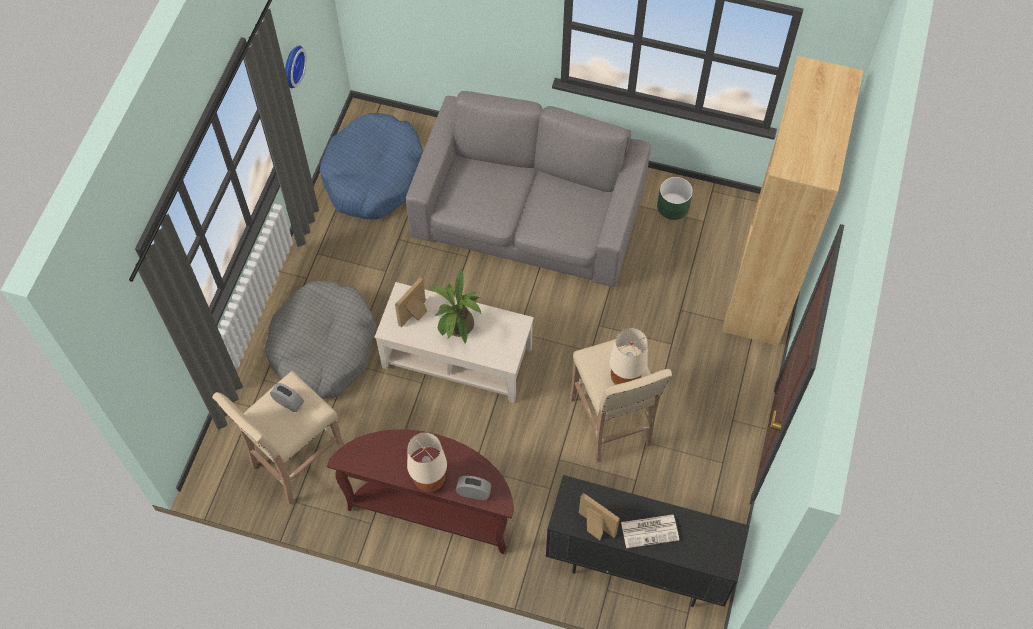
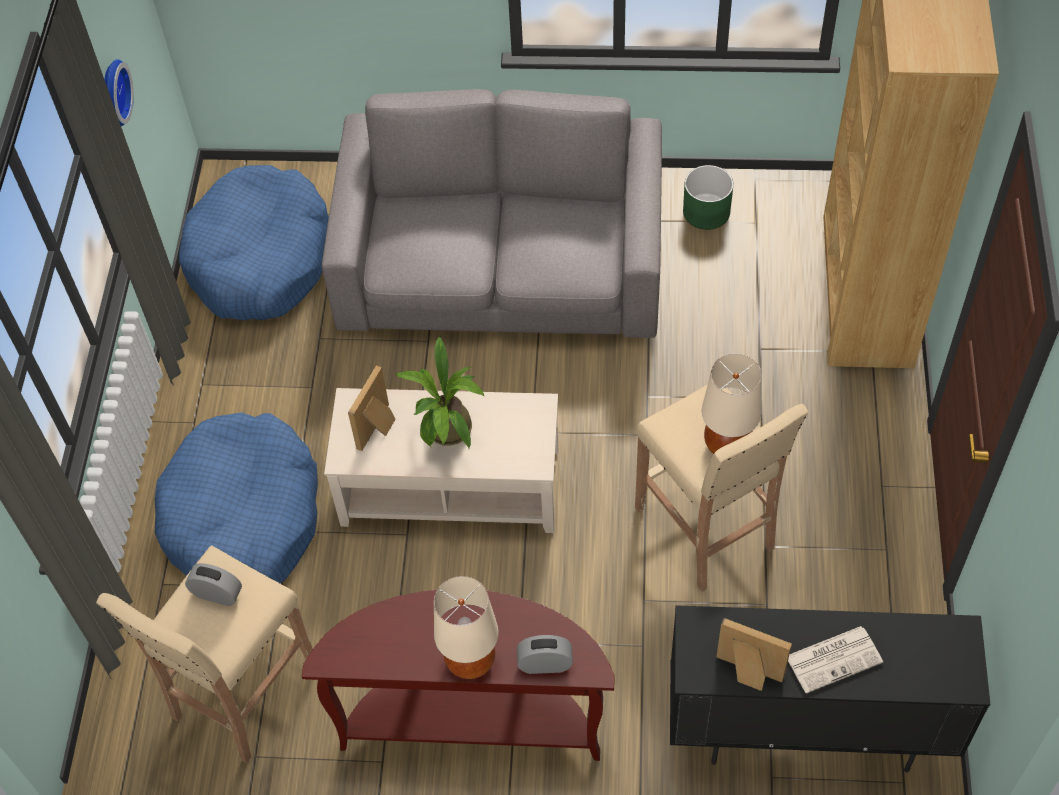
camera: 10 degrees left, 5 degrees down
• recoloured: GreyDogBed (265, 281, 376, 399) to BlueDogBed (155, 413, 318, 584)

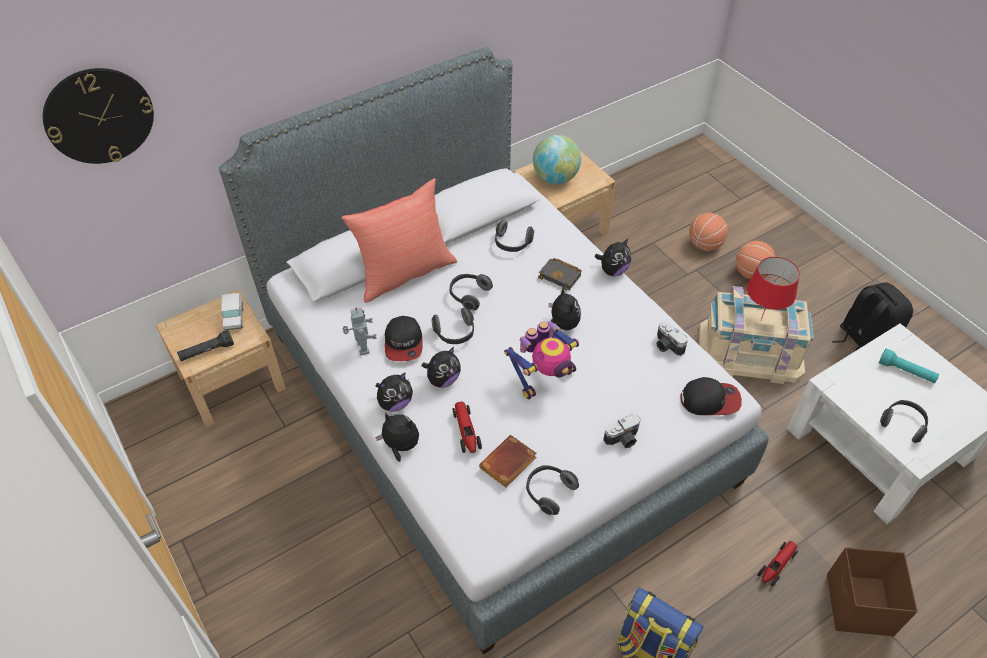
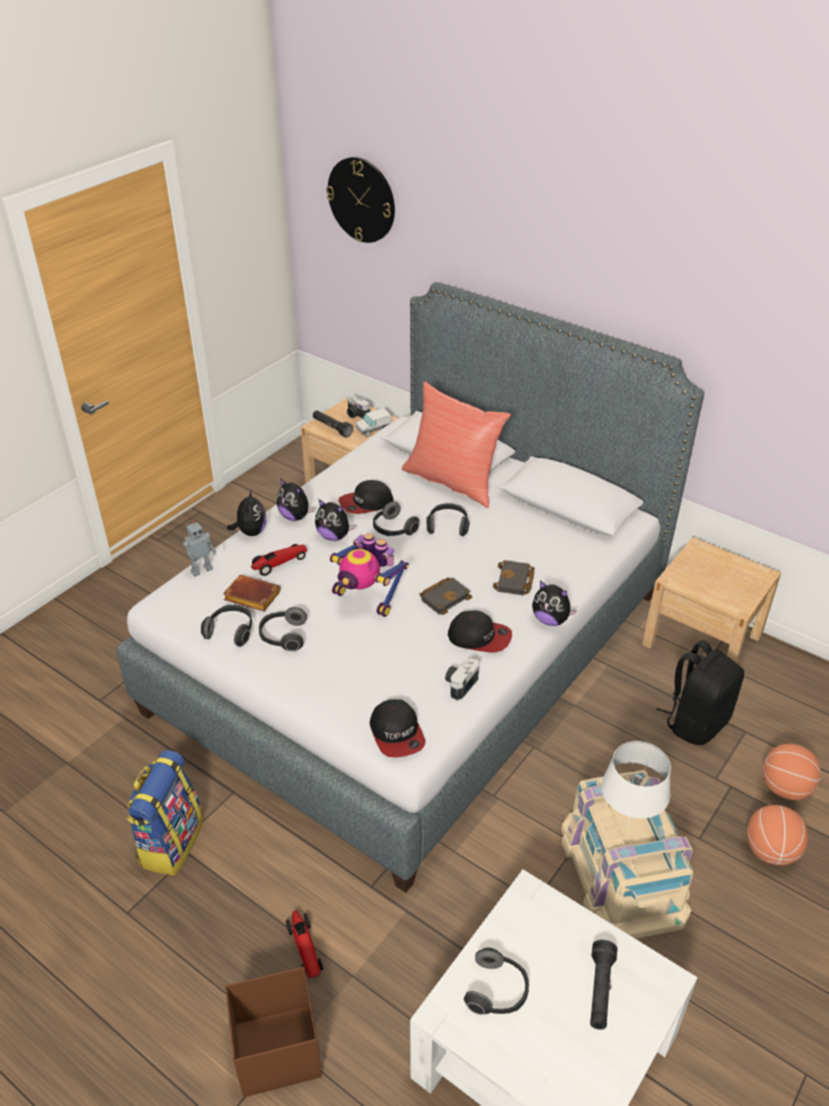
camera: 70 degrees right, 10 degrees down
• removed: Globe (533, 135, 581, 184)
• moved: Headphones (495, 220, 534, 252) to (259, 607, 307, 651)
• recoloured: RedTableLamp (747, 257, 800, 320) to WhiteTableLamp (601, 741, 671, 827)
• moved: BlackBackpack (832, 282, 913, 352) to (656, 640, 744, 745)
• replaced: PlushToy (549, 287, 581, 330) to BlackBook (419, 578, 472, 615)
• moved: ToyRobot (343, 307, 377, 355) to (183, 520, 217, 577)
• recoloured: TurquoiseFlashlight (879, 348, 939, 383) to BlackFlashlight (590, 940, 617, 1030)
• moved: PhotoCamera (603, 414, 641, 448) to (347, 396, 370, 419)
• turned: ToyCar (758, 541, 798, 586) = (286, 910, 323, 978) 45 degrees clockwise
• added: Cap (448, 610, 512, 653)

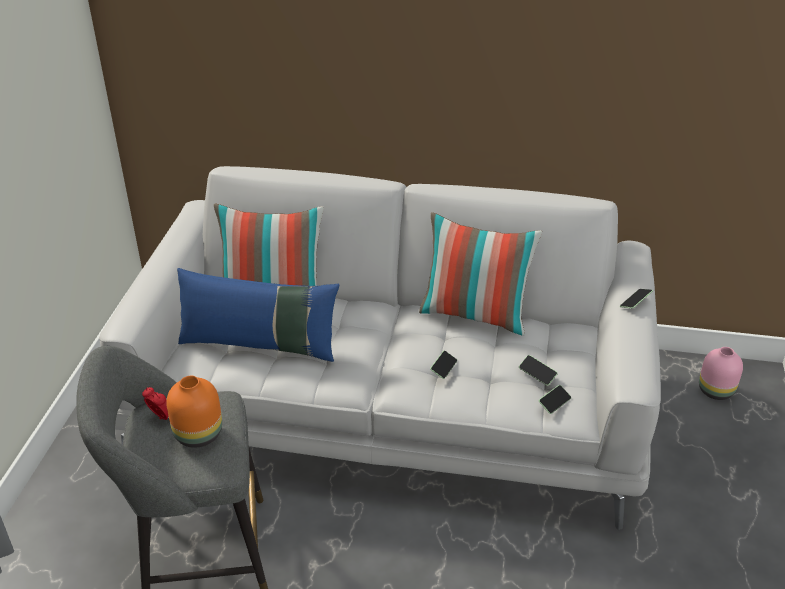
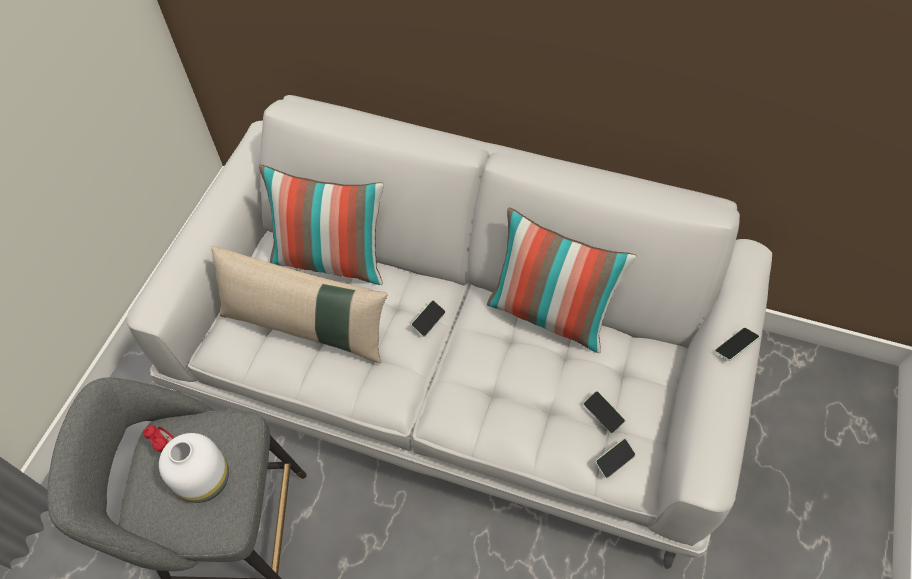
camera: 10 degrees right, 20 degrees up
• recoloured: BluePillow (177, 268, 339, 362) to BeigePillow (211, 246, 387, 363)
• removed: PinkVase (699, 347, 743, 400)
• moved: Phone (430, 351, 457, 379) to (411, 300, 445, 337)
• recoloured: OrangeVase (166, 376, 222, 448) to WhiteVase (159, 433, 229, 503)

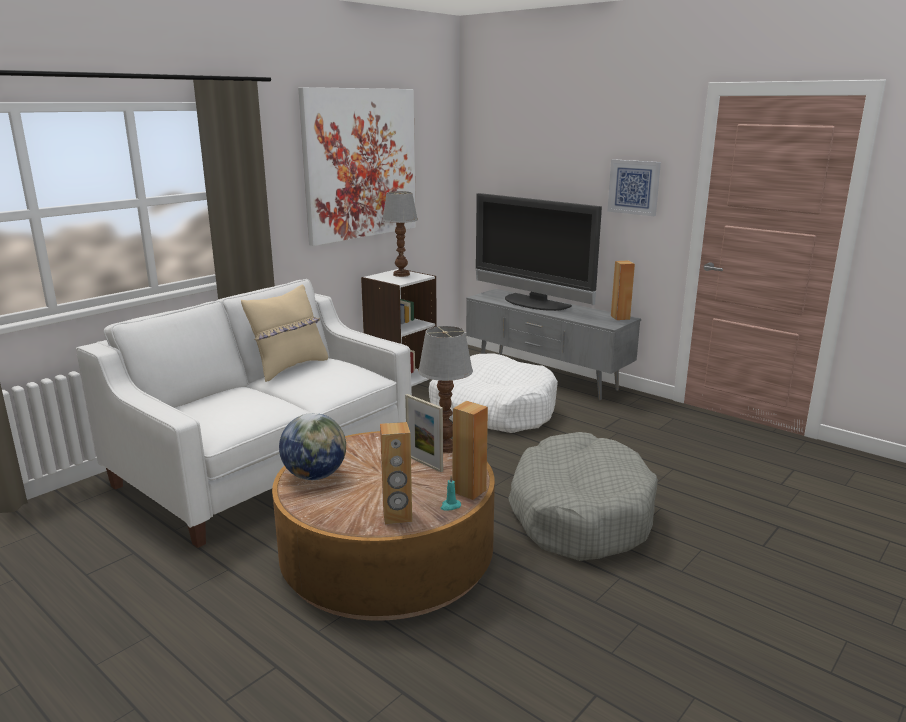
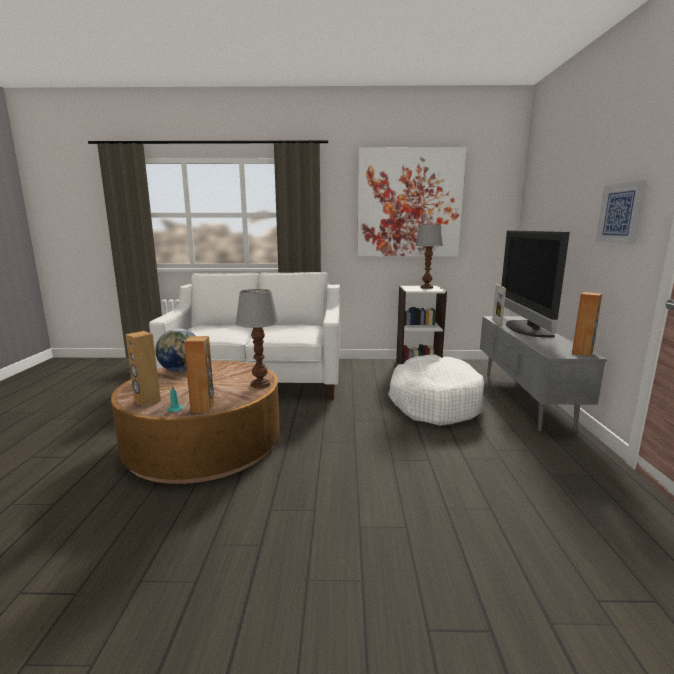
camera: 50 degrees right, 5 degrees down
• removed: BeigePillow (241, 285, 328, 382)
• moved: PictureFrame (405, 394, 443, 472) to (493, 285, 506, 326)
• removed: GreyDogBed (508, 432, 658, 561)

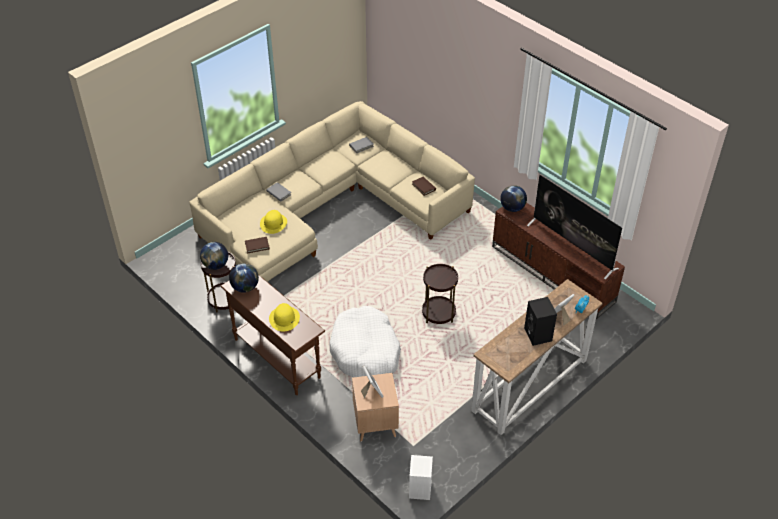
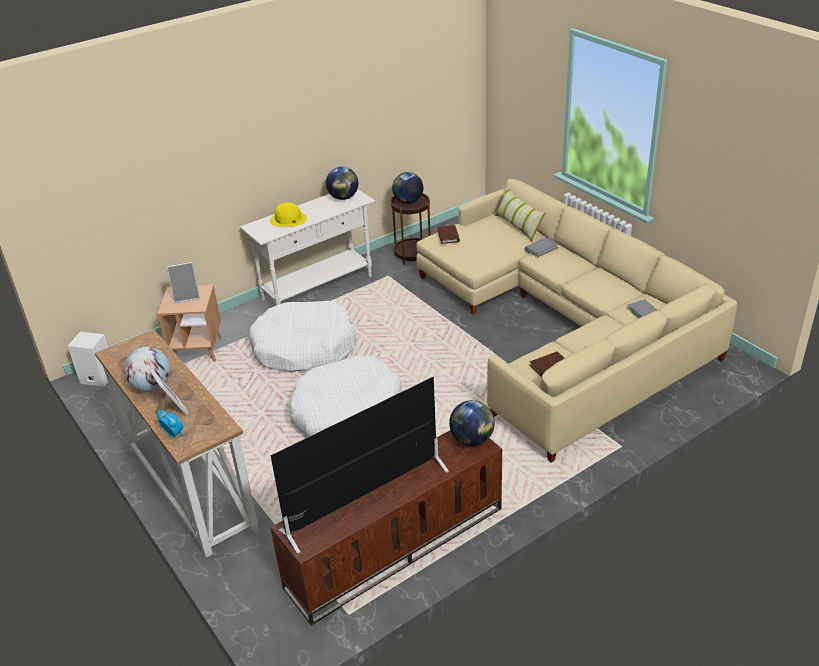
camera: 100 degrees right, 10 degrees down
• removed: YellowHat (260, 210, 287, 234)
• replaced: BrownSideTable (422, 264, 458, 324) to WhiteDogBed (290, 355, 402, 437)
• recoloured: BrownConsoleTable (220, 274, 325, 395) to WhiteConsoleTable (240, 189, 375, 306)
• replaced: BlackSpeaker (524, 297, 557, 346) to Globe (124, 347, 170, 392)
• added: Pillow (494, 187, 546, 242)

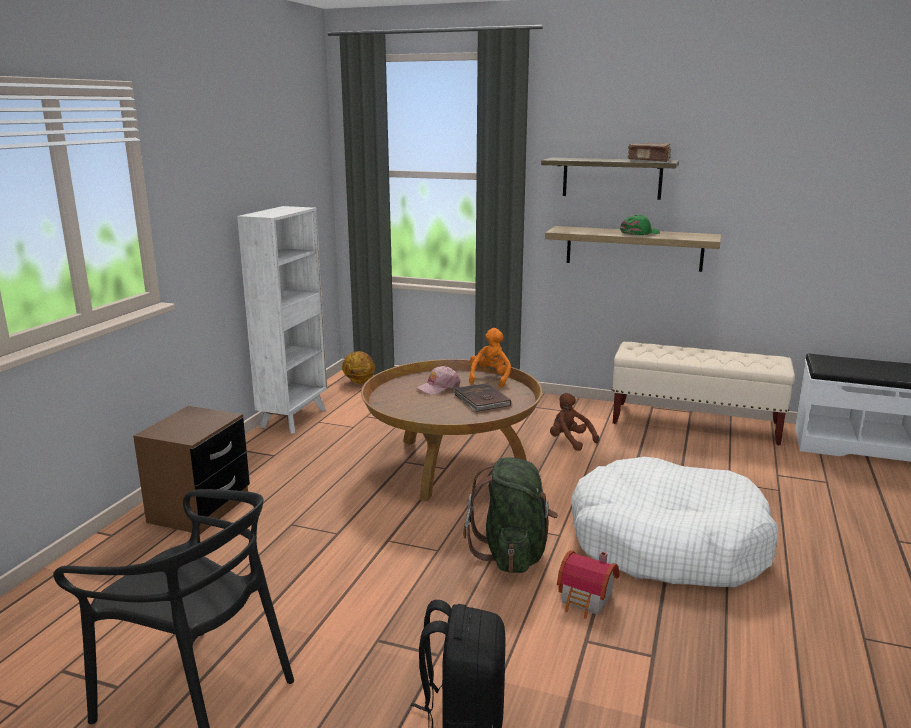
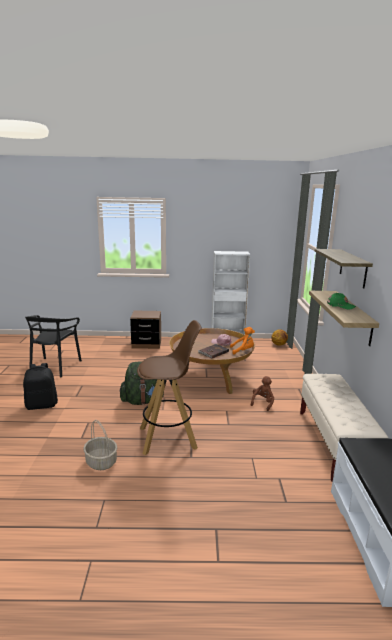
camera: 70 degrees right, 0 degrees up
• removed: BrownBook (628, 143, 671, 162)
• replaced: WhiteDogBed (571, 457, 778, 587) to BrownStool (137, 320, 202, 455)
• removed: ToyHouse (557, 550, 619, 619)
• added: Basket (83, 420, 117, 470)

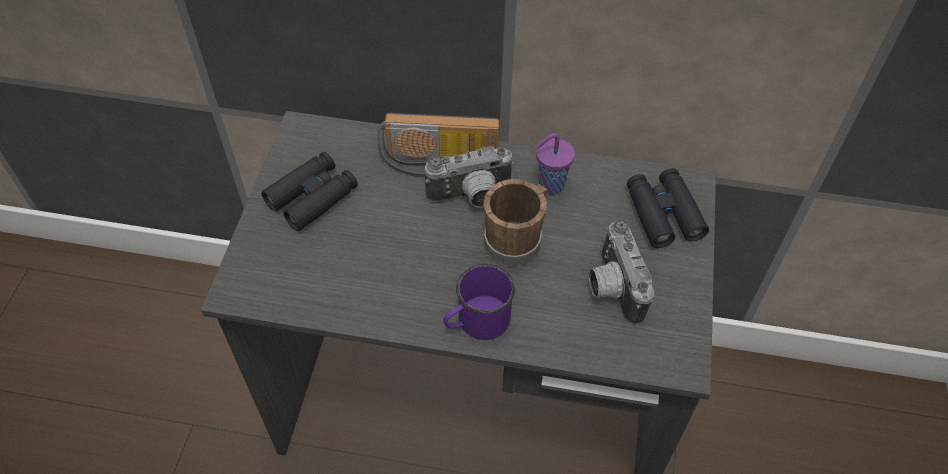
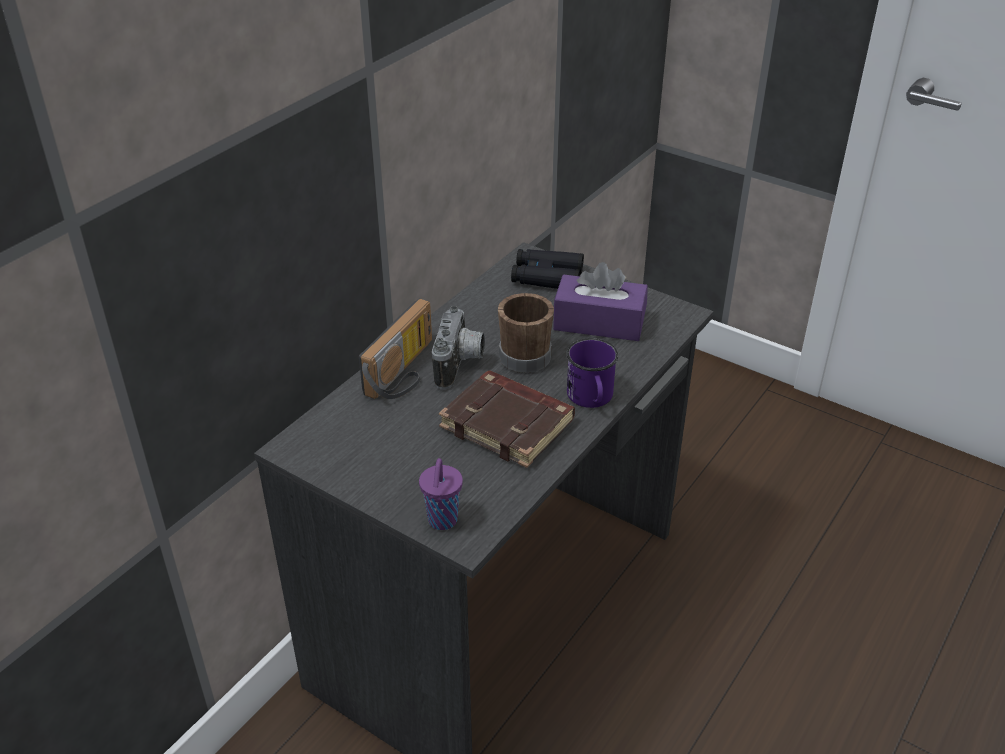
camera: 65 degrees left, 15 degrees down
• moved: PurpleCup (534, 133, 575, 195) to (419, 458, 463, 530)
• removed: BlackBinoculars (261, 152, 358, 231)
• replaced: PhotoCamera (589, 219, 654, 325) to PurpleTissueBox (553, 262, 648, 341)
• added: BrownBook (439, 371, 575, 468)

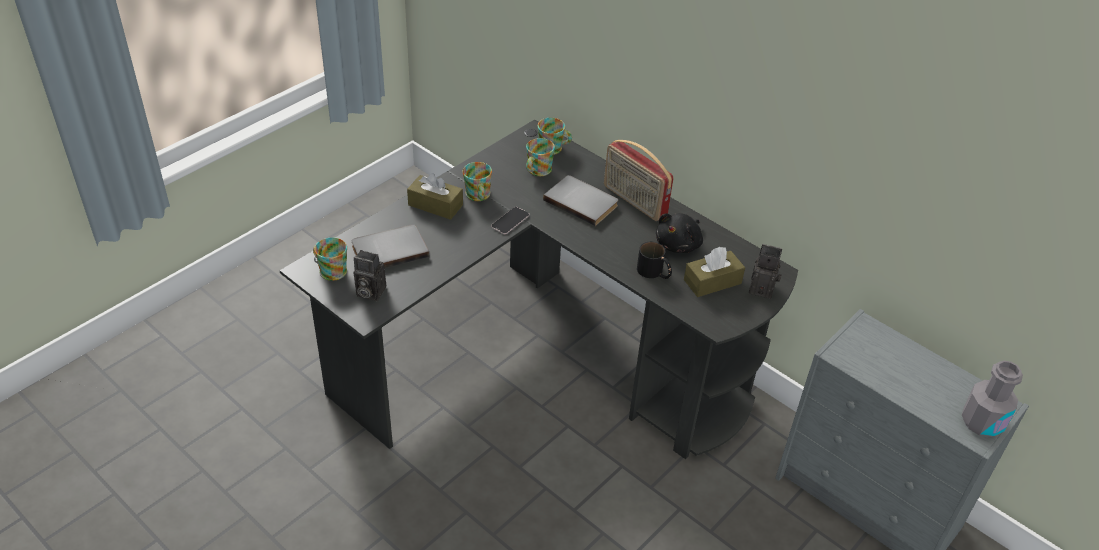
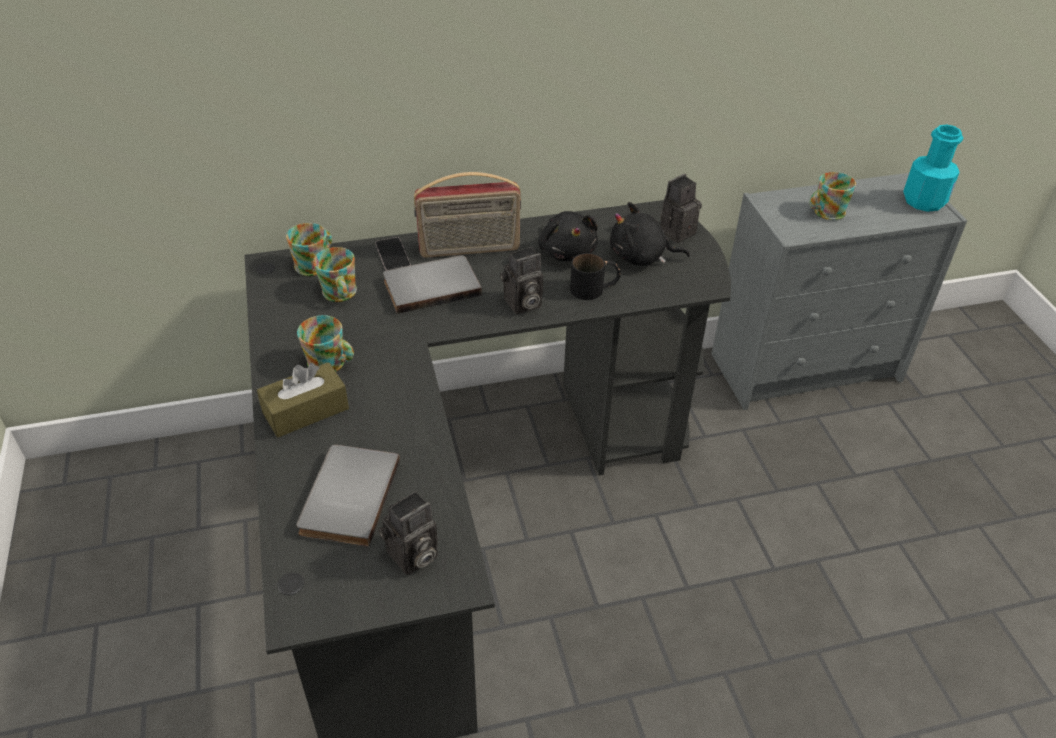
camera: 55 degrees left, 0 degrees up
• moved: Phone (491, 207, 529, 234) to (376, 237, 411, 270)
• moved: Mug (313, 238, 347, 281) to (809, 172, 856, 220)
• replaced: BrownTissueBox (684, 247, 745, 297) to BlackPlushToy (610, 202, 690, 266)
• recoloured: GreyBottle (962, 361, 1023, 437) to TurquoiseBottle (903, 124, 963, 212)
• added: PhotoCamera (500, 247, 543, 314)

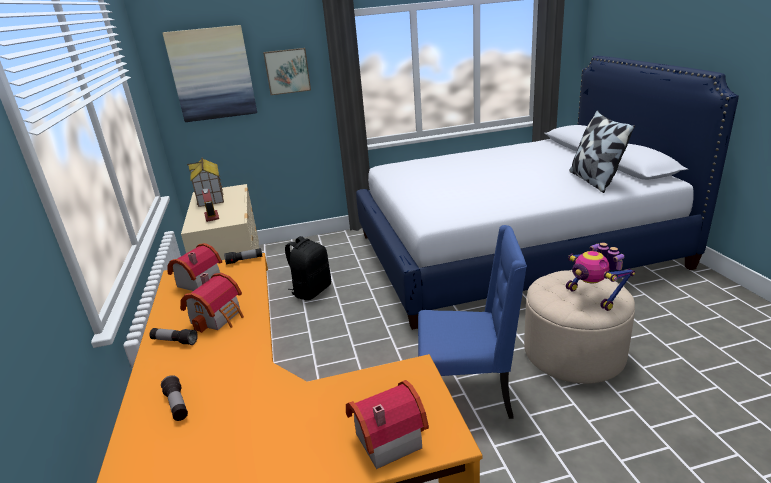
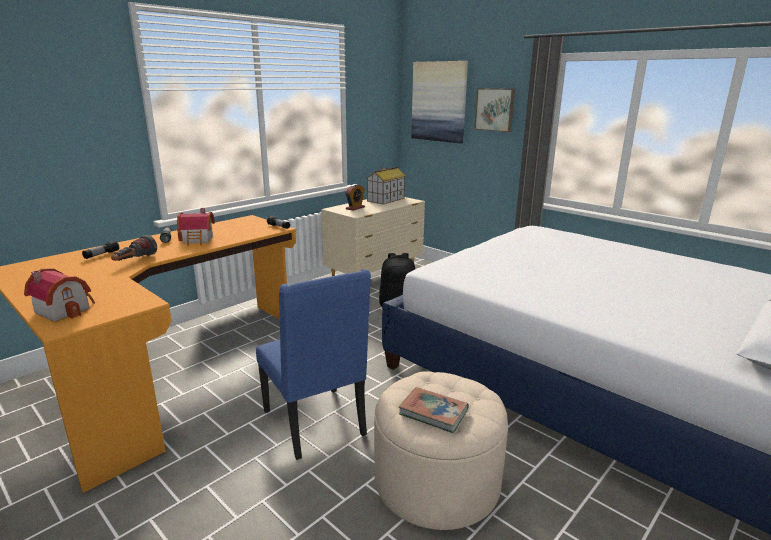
camera: 55 degrees right, 5 degrees down
• removed: Pillow (570, 110, 635, 193)
• replaced: ToyRobot (566, 242, 635, 311) to Book (399, 387, 469, 433)
• removed: ToyHouse (167, 243, 222, 291)
• added: Flashlight (111, 235, 157, 261)

